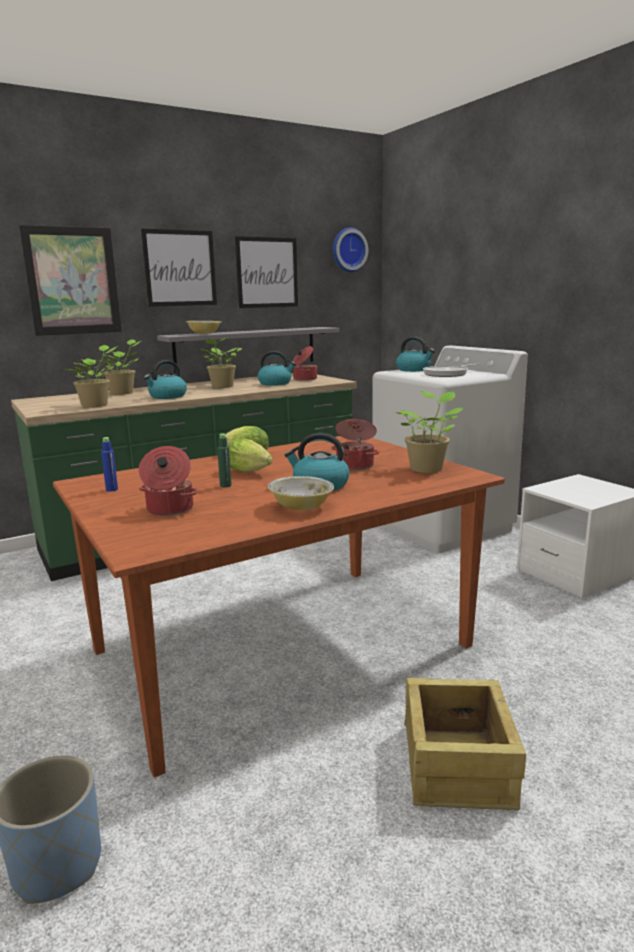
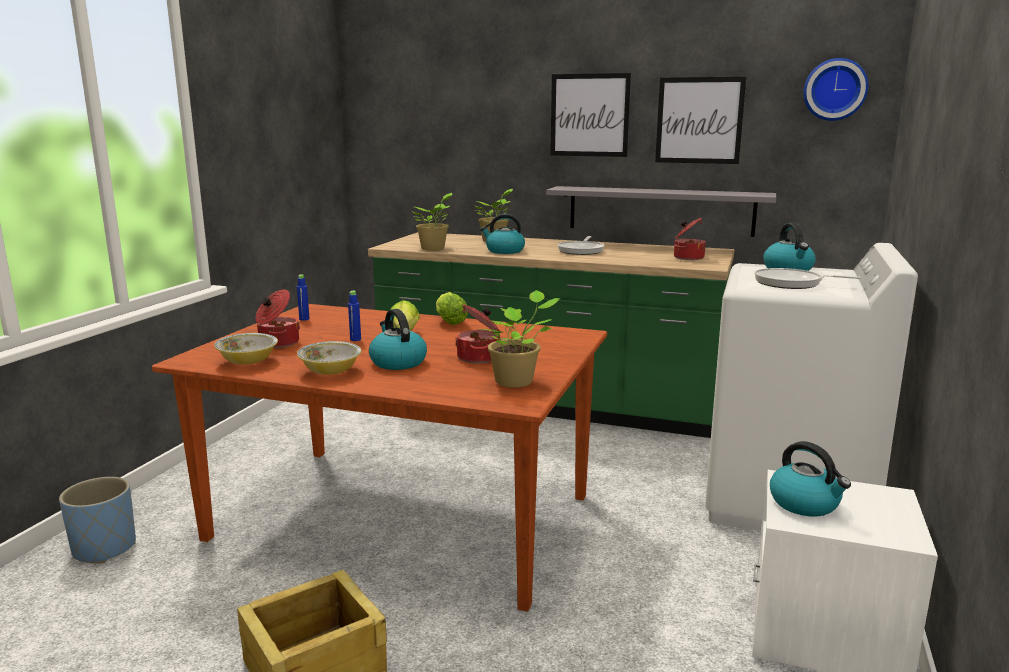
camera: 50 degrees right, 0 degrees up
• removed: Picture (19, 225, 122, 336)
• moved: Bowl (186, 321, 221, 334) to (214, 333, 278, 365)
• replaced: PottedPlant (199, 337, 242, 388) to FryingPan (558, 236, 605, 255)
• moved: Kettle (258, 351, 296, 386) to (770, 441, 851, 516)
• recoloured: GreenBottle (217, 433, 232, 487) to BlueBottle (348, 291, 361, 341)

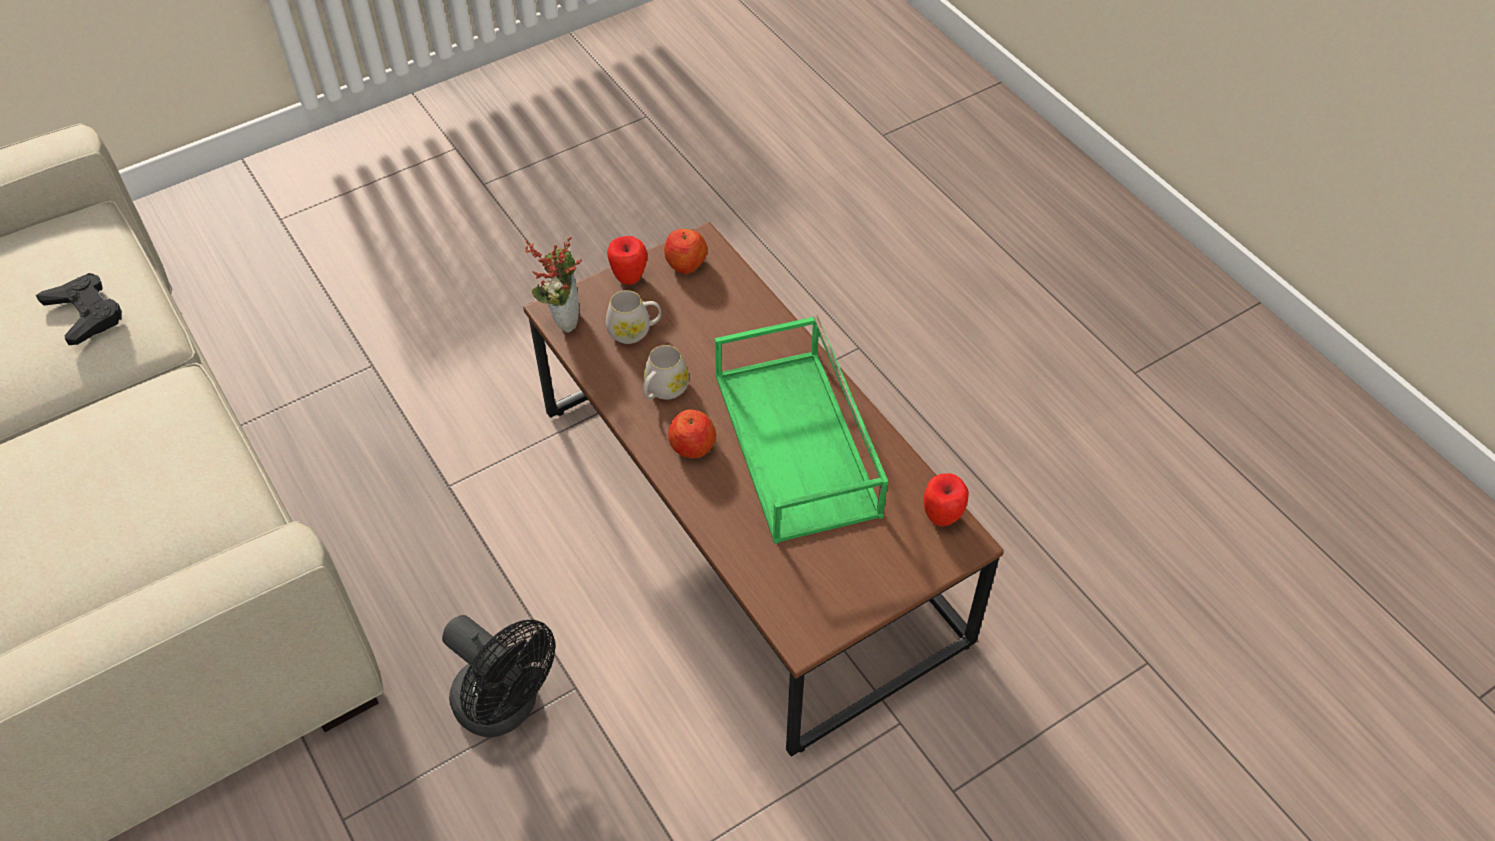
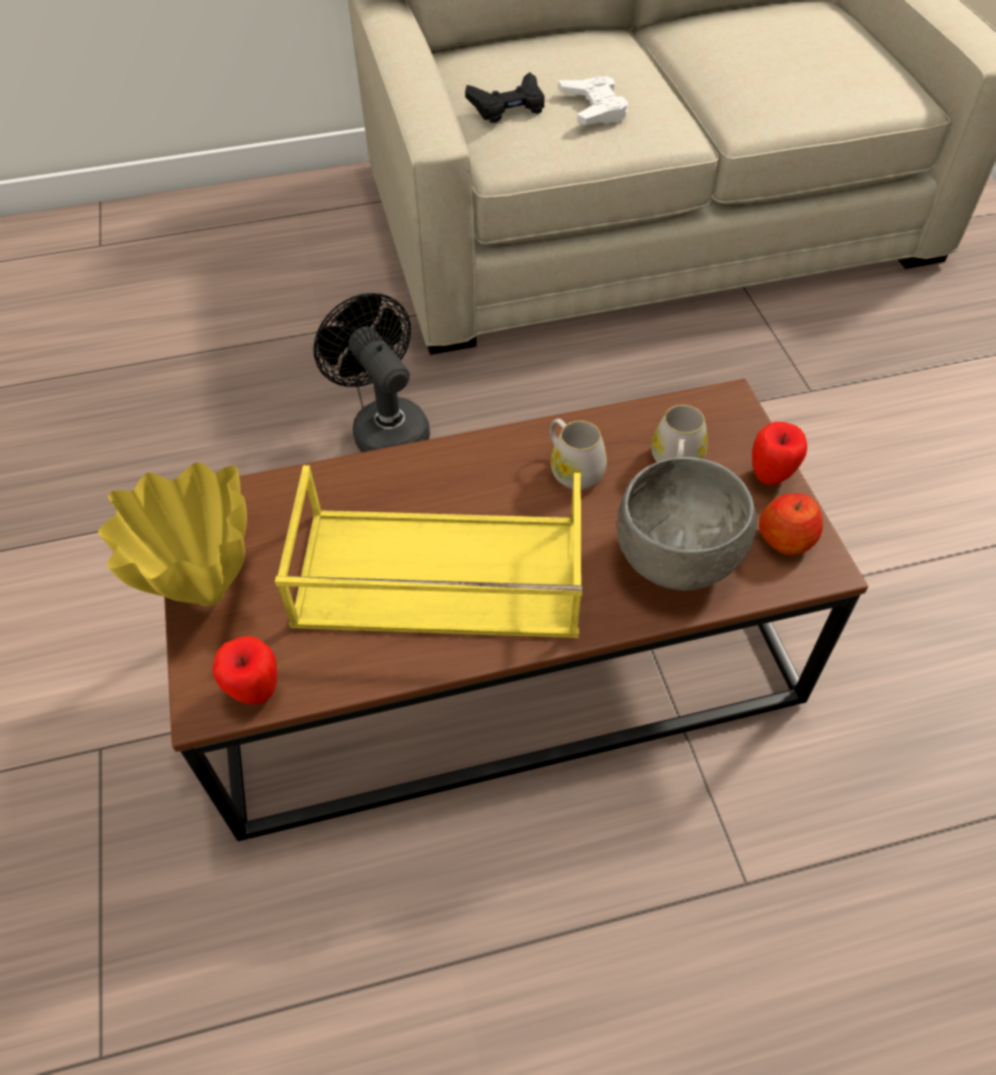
camera: 110 degrees right, 0 degrees up
• removed: PottedPlant (525, 236, 582, 333)
• moved: BlackGameController (36, 273, 122, 345) to (465, 72, 545, 123)
• recoloured: GreenTray (715, 315, 888, 544) to YellowTray (275, 465, 582, 638)
• removed: Apple (668, 410, 716, 458)
• turned: BlackFan (442, 615, 555, 737) = (313, 293, 430, 452) 90 degrees clockwise
• added: WhiteGameController (558, 76, 628, 125)
• added: GreyBowl (617, 457, 757, 591)
• added: YellowVase (98, 462, 247, 606)

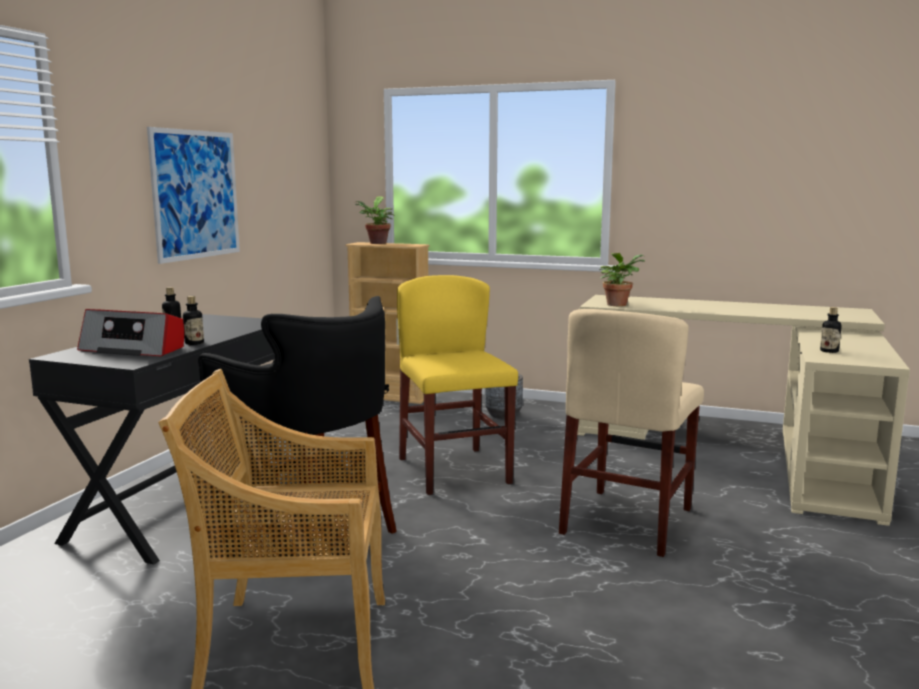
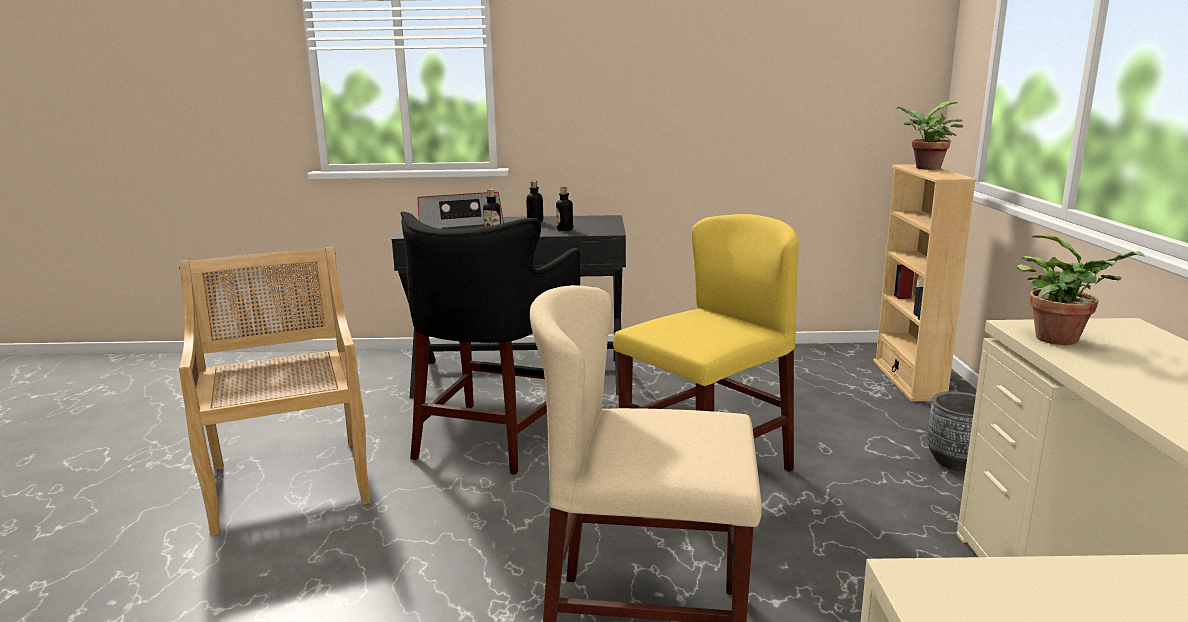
camera: 70 degrees right, 5 degrees up
• removed: Picture (147, 127, 240, 264)
• moved: Bottle (820, 307, 842, 353) to (556, 187, 573, 231)
• turned: Radio (77, 309, 184, 356) = (418, 192, 504, 230) 105 degrees counterclockwise

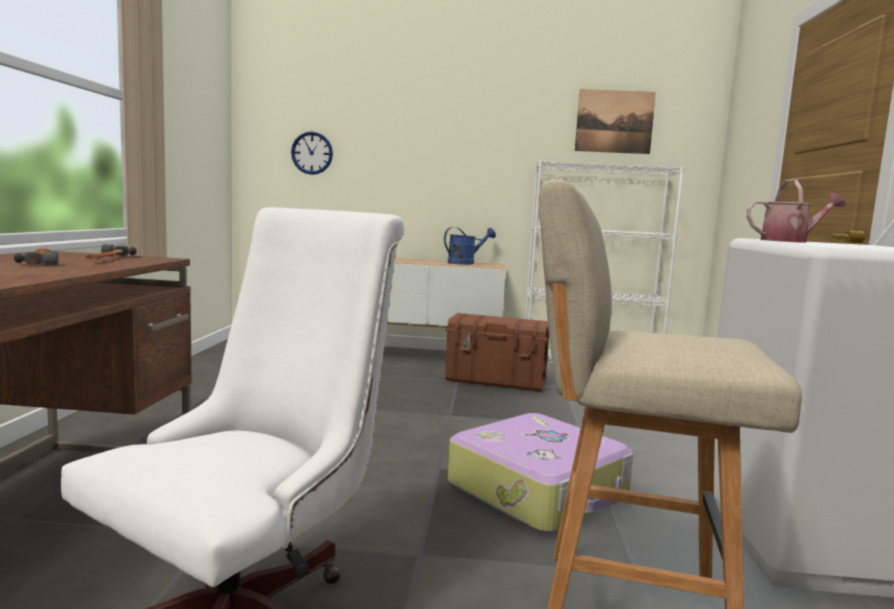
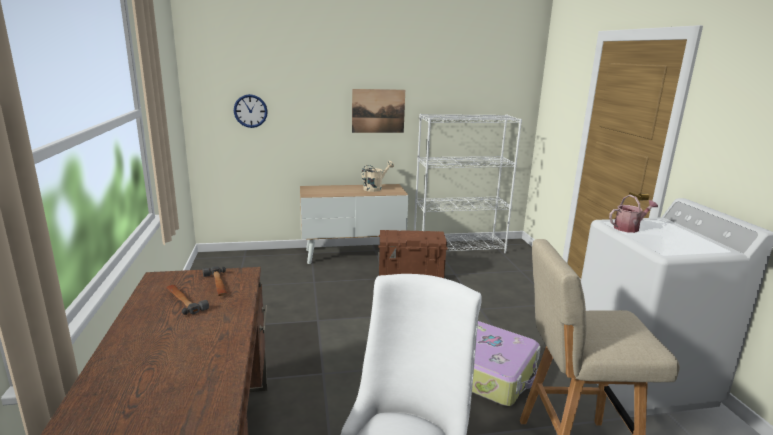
camera: 15 degrees left, 10 degrees up
• moved: Picture (575, 89, 656, 154) to (352, 89, 405, 133)
• recoloured: BlueWateringCan (444, 227, 496, 265) to BeigeWateringCan (362, 161, 394, 192)

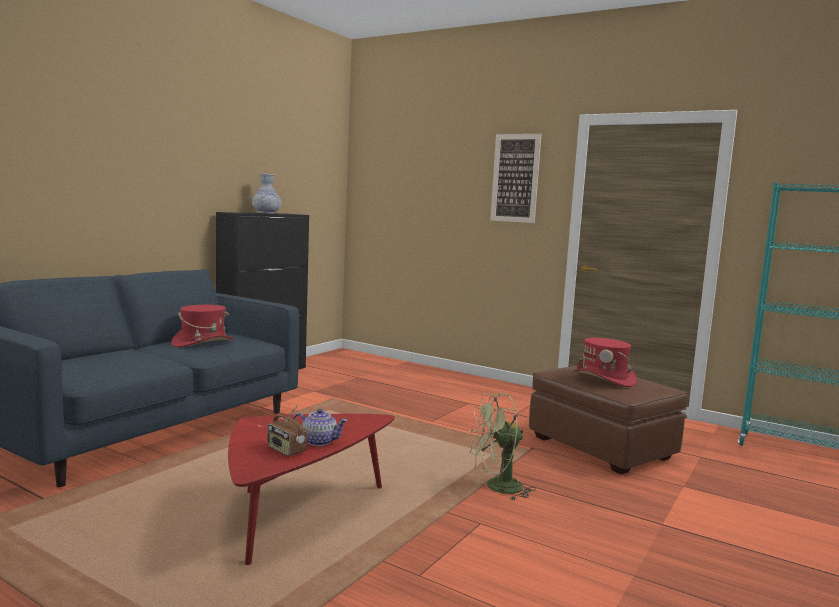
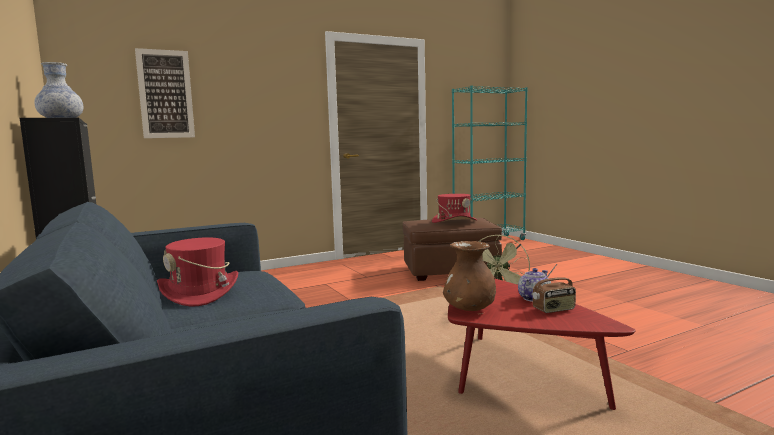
camera: 60 degrees left, 0 degrees up
• moved: Picture (490, 134, 541, 223) to (135, 48, 195, 138)
• added: BrownVase (443, 241, 496, 311)

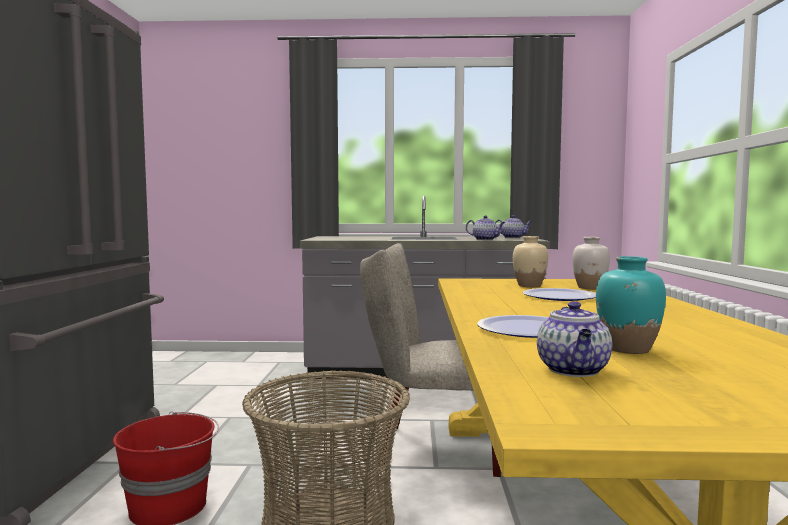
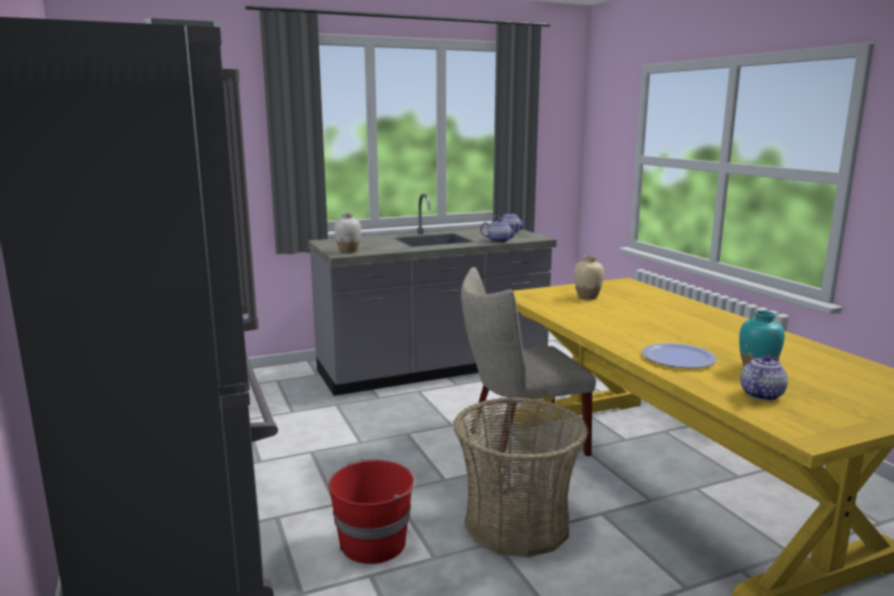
camera: 25 degrees left, 10 degrees up
• moved: WhiteVase (572, 237, 610, 289) to (334, 213, 361, 253)
• removed: Plate (523, 288, 596, 301)
• turned: Teapot (537, 301, 612, 377) = (740, 355, 788, 401) 120 degrees counterclockwise

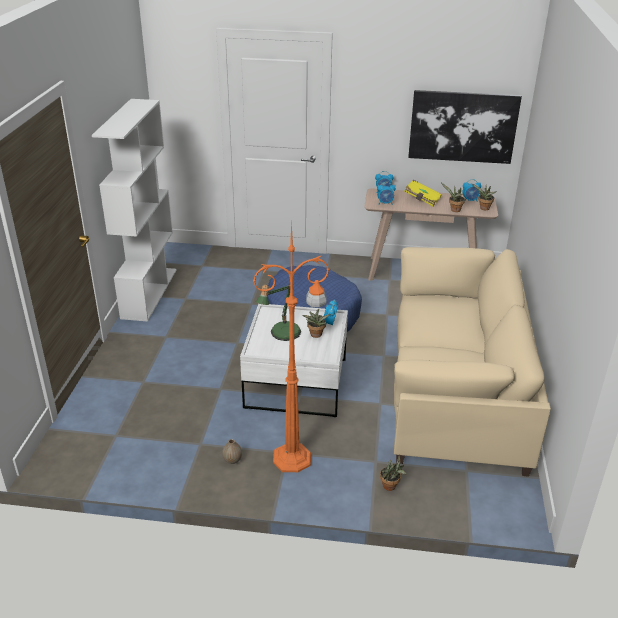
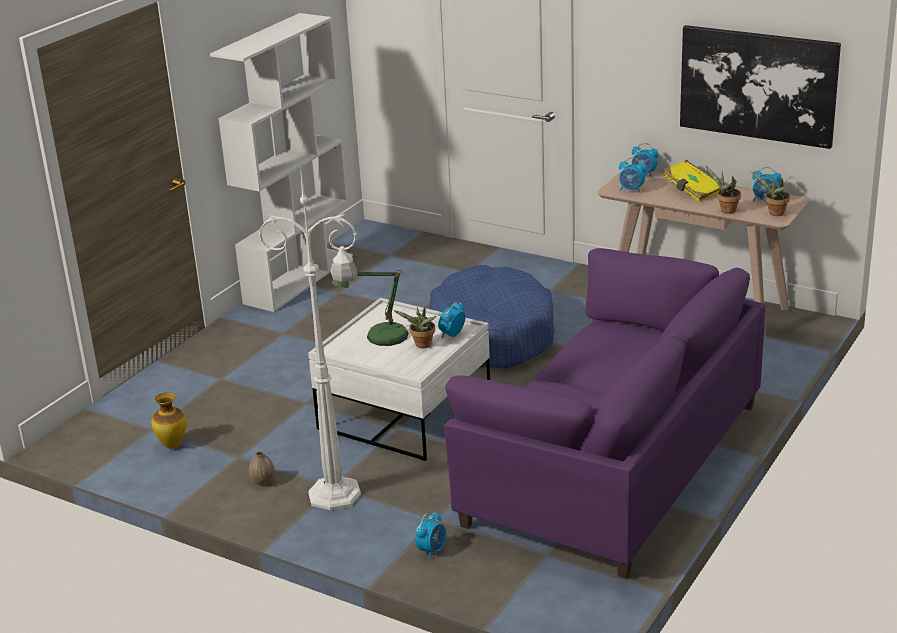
camera: 25 degrees right, 5 degrees down
• recoloured: OrangeFloorLamp (253, 218, 329, 472) to WhiteFloorLamp (259, 164, 361, 510)
• recoloured: BeigeSofa (394, 247, 551, 477) to PurpleSofa (444, 248, 765, 579)
• replaced: PottedPlant (380, 455, 407, 491) to AlarmClock (415, 512, 446, 559)
• added: Vase (151, 393, 186, 449)

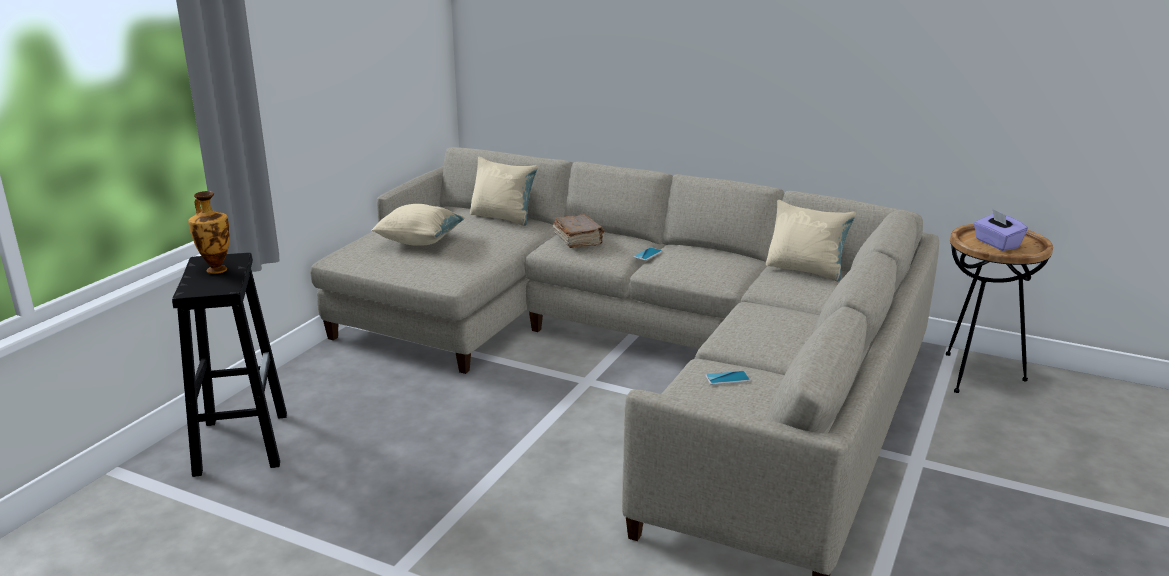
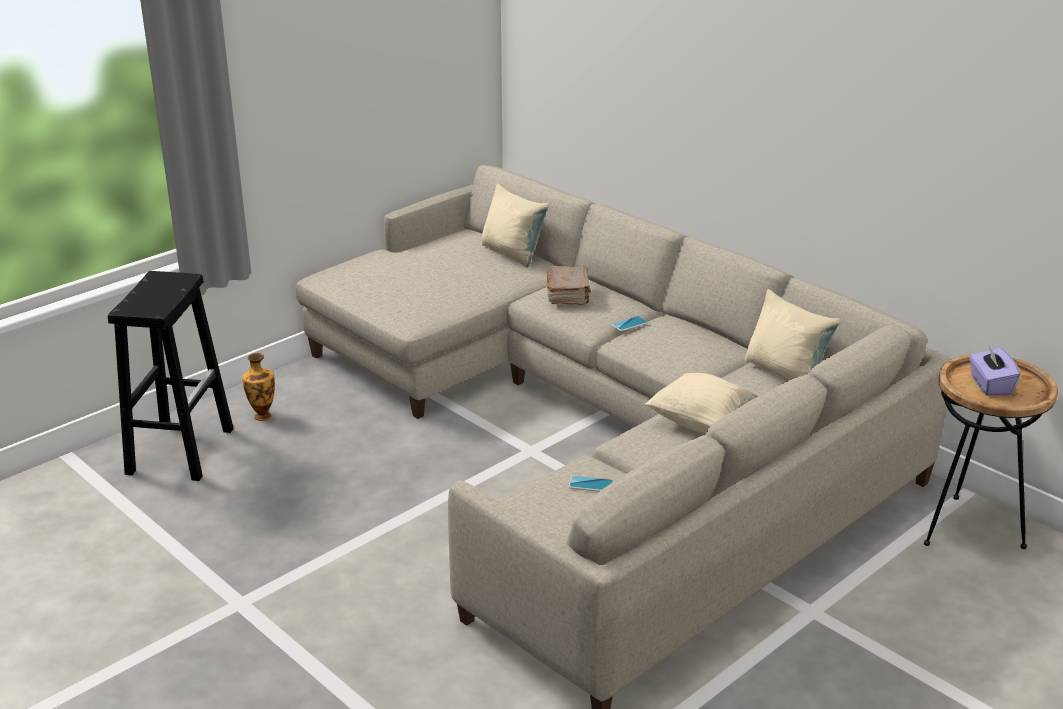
camera: 20 degrees right, 5 degrees up
• moved: Vase (188, 191, 230, 274) to (242, 353, 275, 421)
• moved: BeigePillow (372, 204, 465, 246) to (645, 373, 760, 434)

